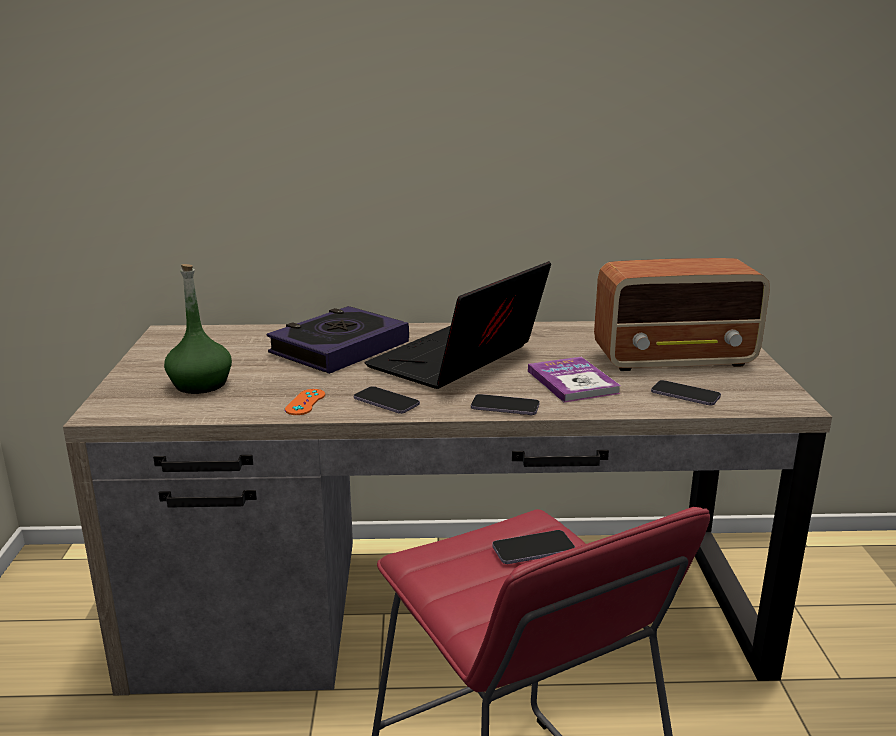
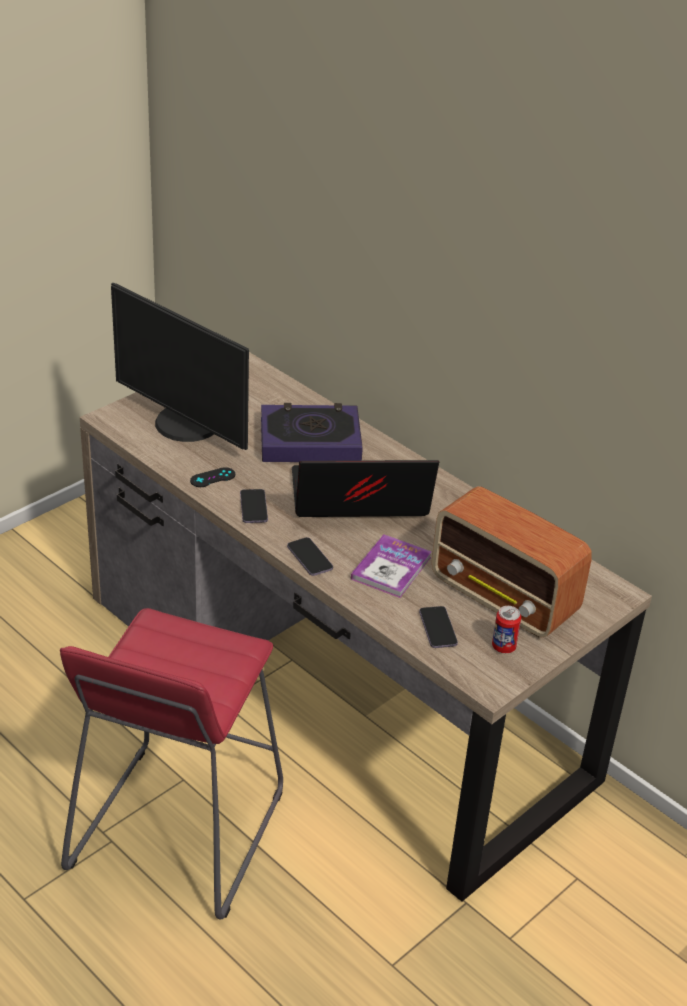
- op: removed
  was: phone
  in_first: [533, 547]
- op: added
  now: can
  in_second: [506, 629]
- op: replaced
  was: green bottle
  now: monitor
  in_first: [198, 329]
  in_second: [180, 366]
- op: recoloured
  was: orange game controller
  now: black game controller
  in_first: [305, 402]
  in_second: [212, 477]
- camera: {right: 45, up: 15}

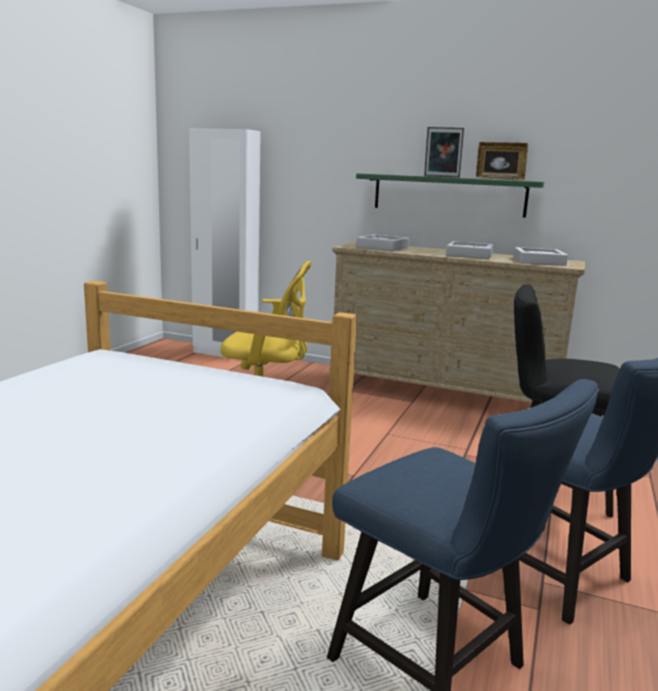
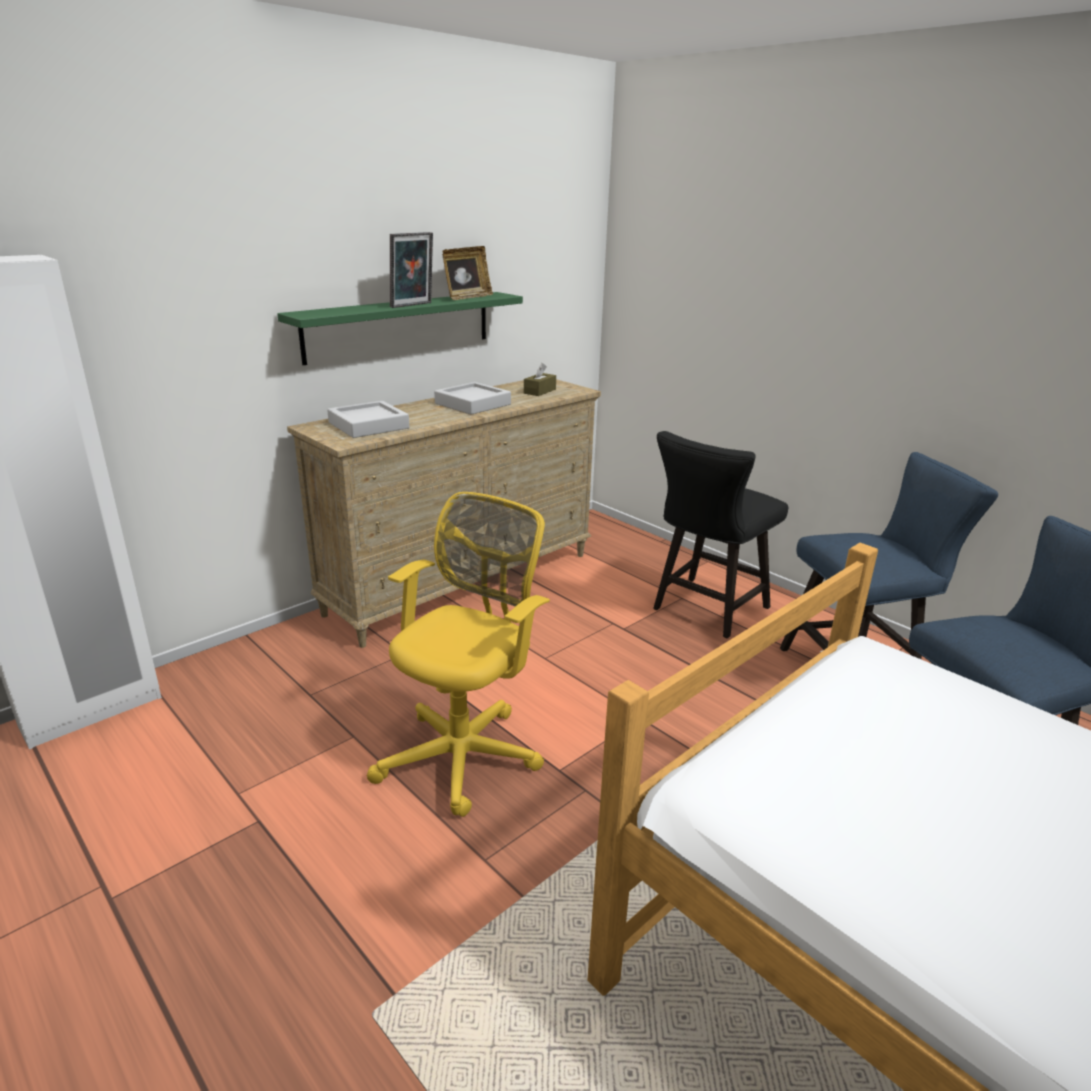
- op: replaced
  was: grey tray
  now: brown tissue box
  in_first: [541, 256]
  in_second: [540, 379]
- camera: {right: -65, up: 10}

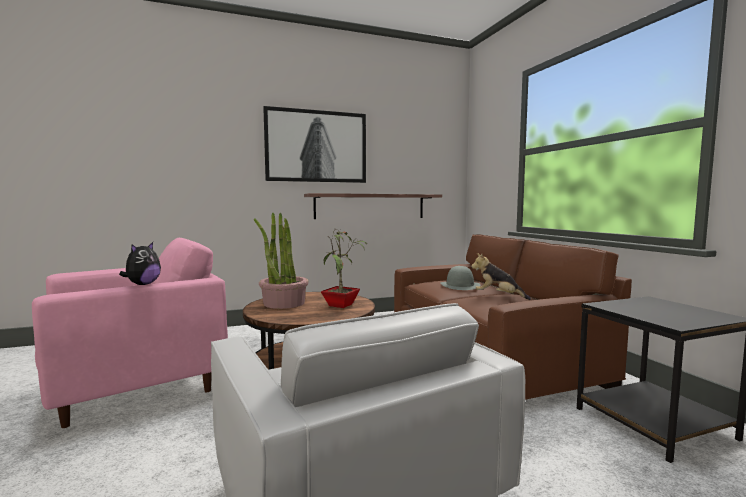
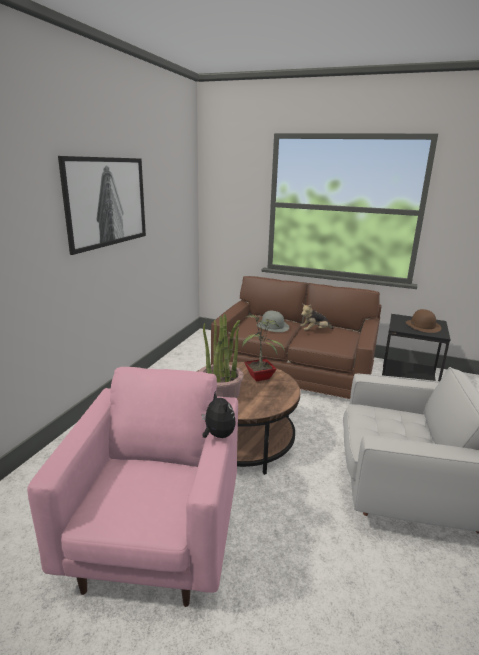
- op: removed
  was: shelf
  in_first: [373, 206]
- op: added
  now: brown hat
  in_second: [423, 321]
- camera: {right: -50, up: 15}

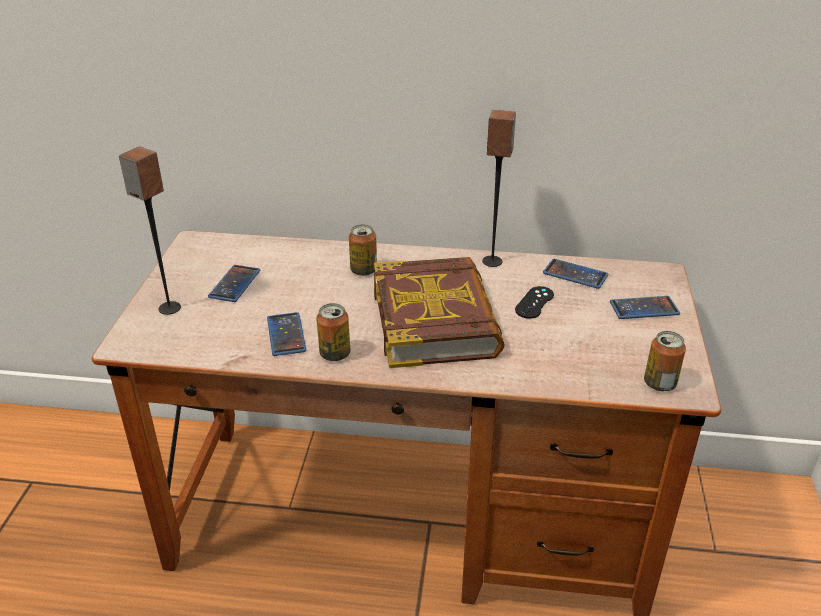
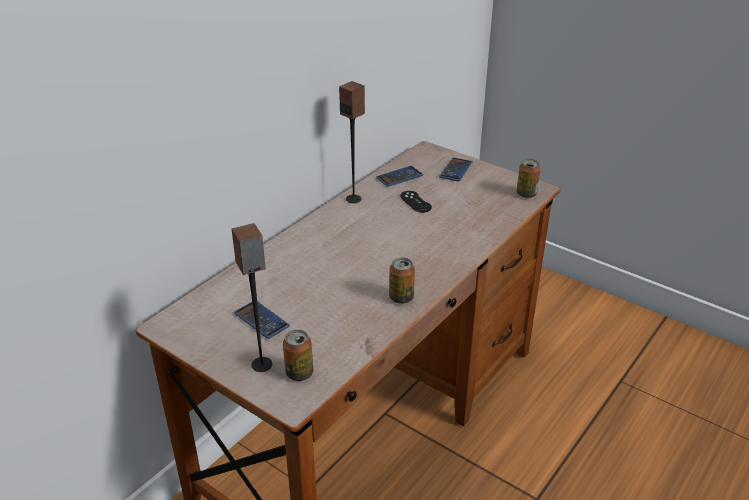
- op: removed
  was: phone
  in_first: [286, 334]
- op: removed
  was: book
  in_first: [439, 312]
- op: moved
  was: can
  in_first: [363, 250]
  in_second: [298, 355]
- camera: {right: -60, up: 0}

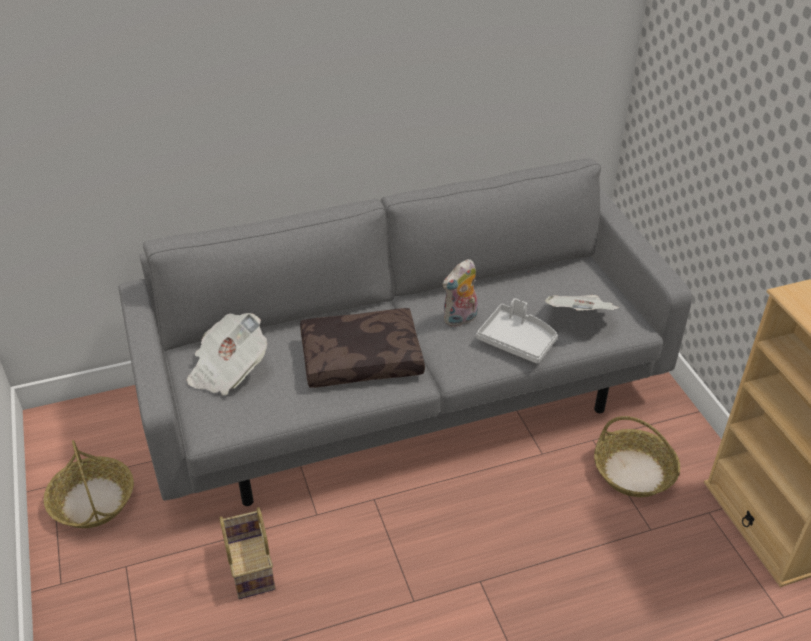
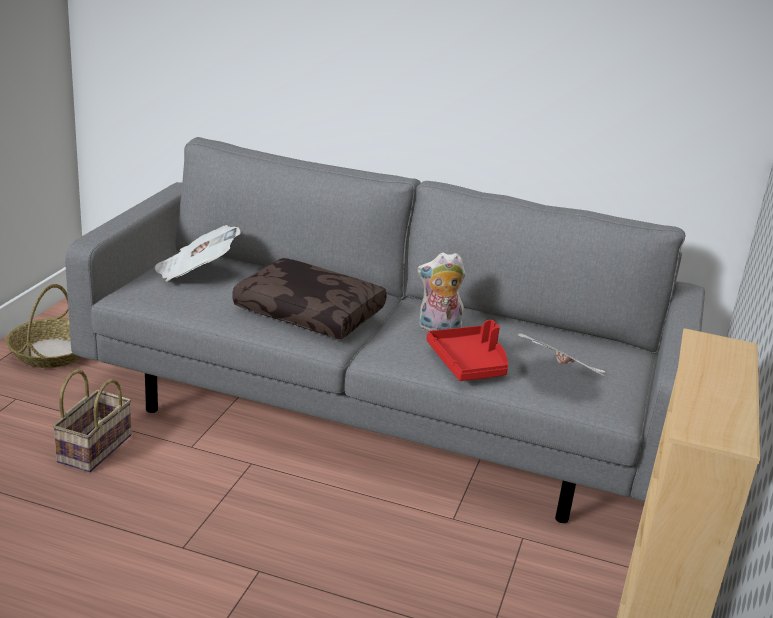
- op: removed
  was: basket
  in_first: [637, 456]
- op: recoloured
  was: grey tray
  now: red tray
  in_first: [516, 331]
  in_second: [467, 350]
- camera: {right: 35, up: -15}

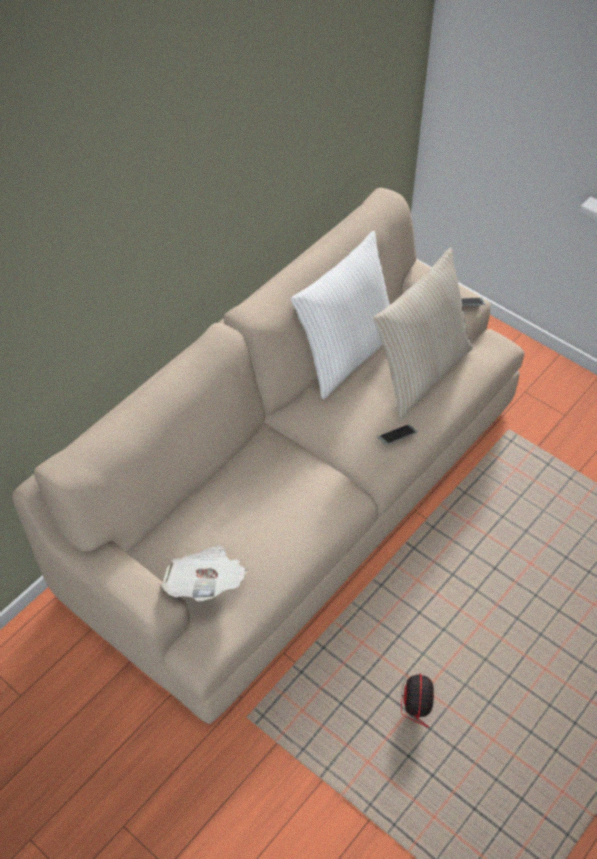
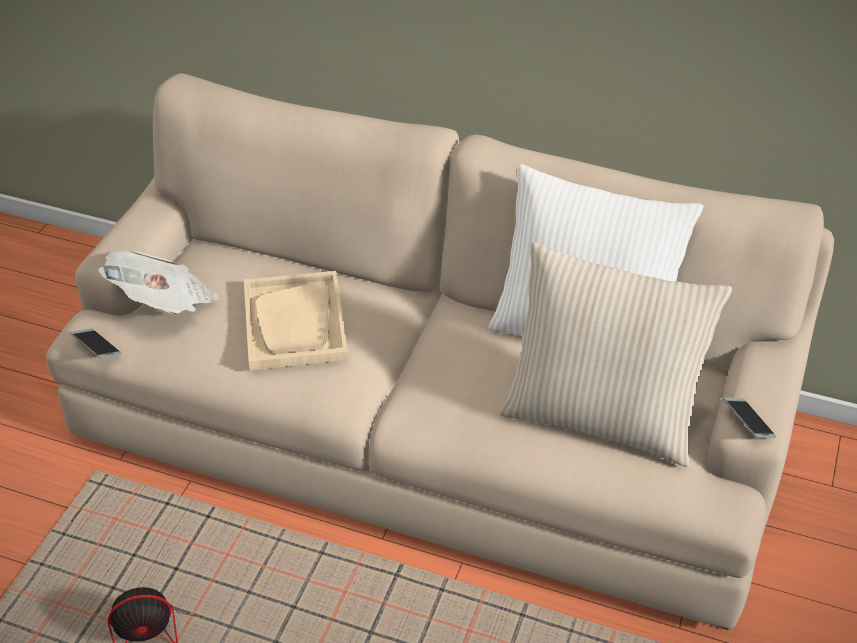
- op: added
  now: beige tray
  in_second: [296, 320]
- op: moved
  was: phone
  in_first: [397, 434]
  in_second: [95, 343]
- camera: {right: 70, up: -10}

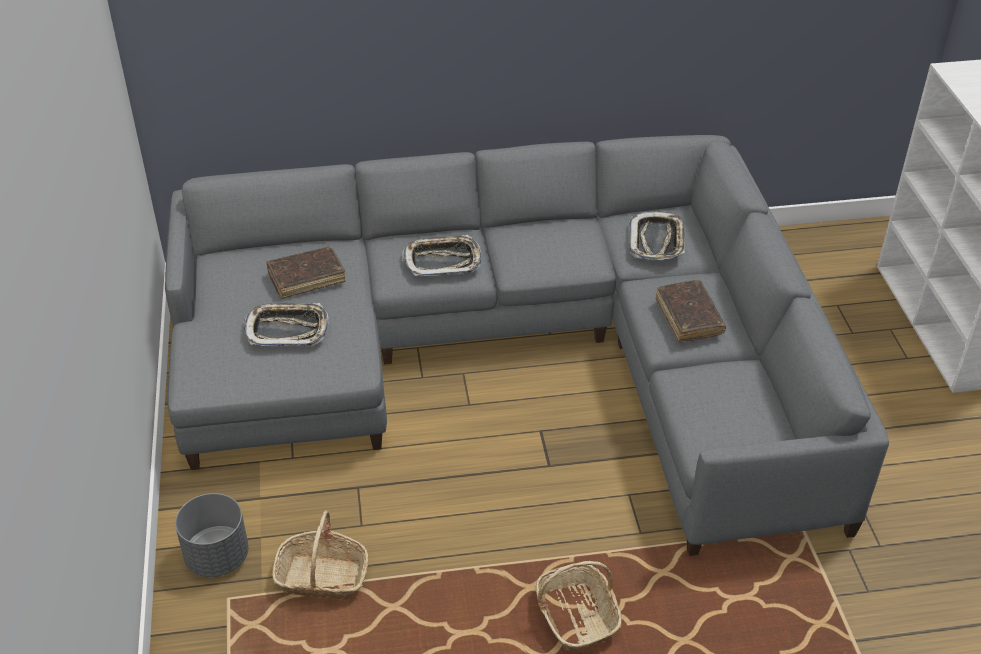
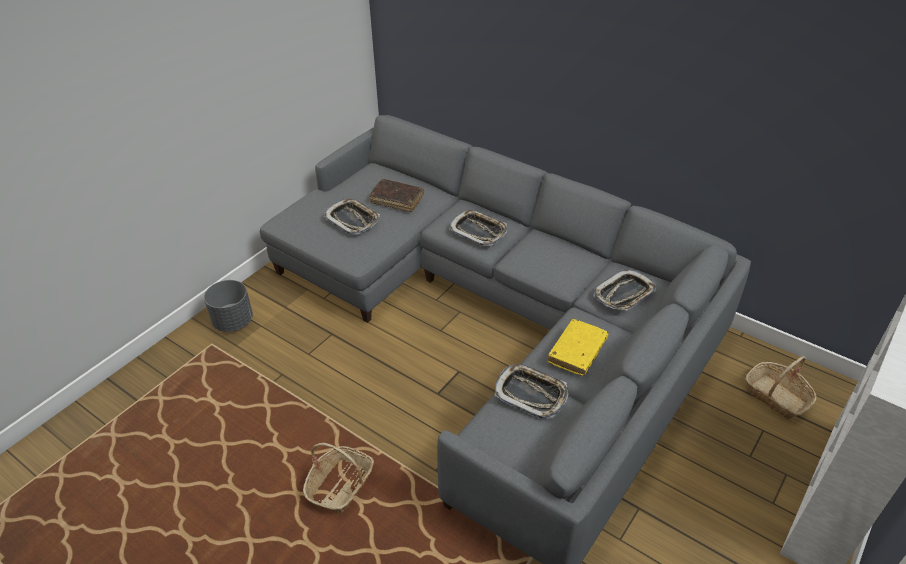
- op: added
  now: tray
  in_second: [531, 391]
- op: moved
  was: basket
  in_first: [320, 554]
  in_second: [781, 387]
- op: recoloured
  was: brown book
  now: yellow book
  in_first: [691, 311]
  in_second: [578, 347]
- camera: {right: 45, up: 0}

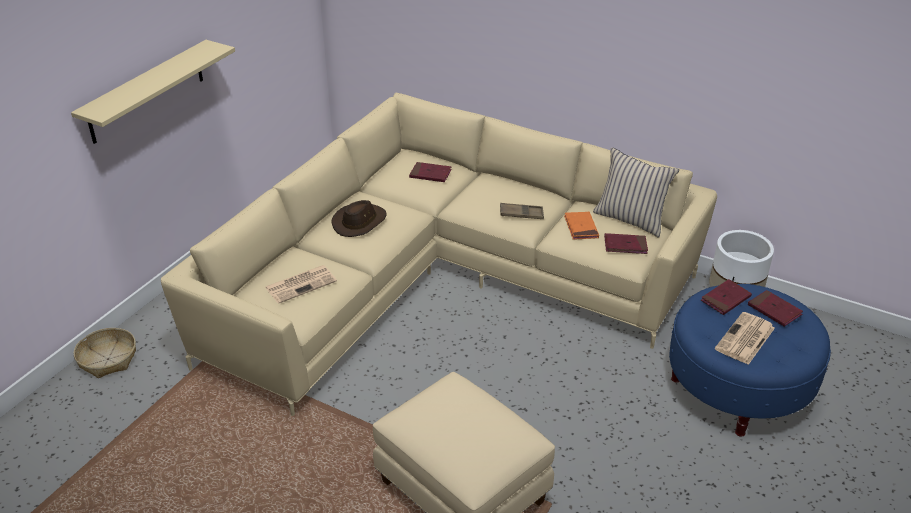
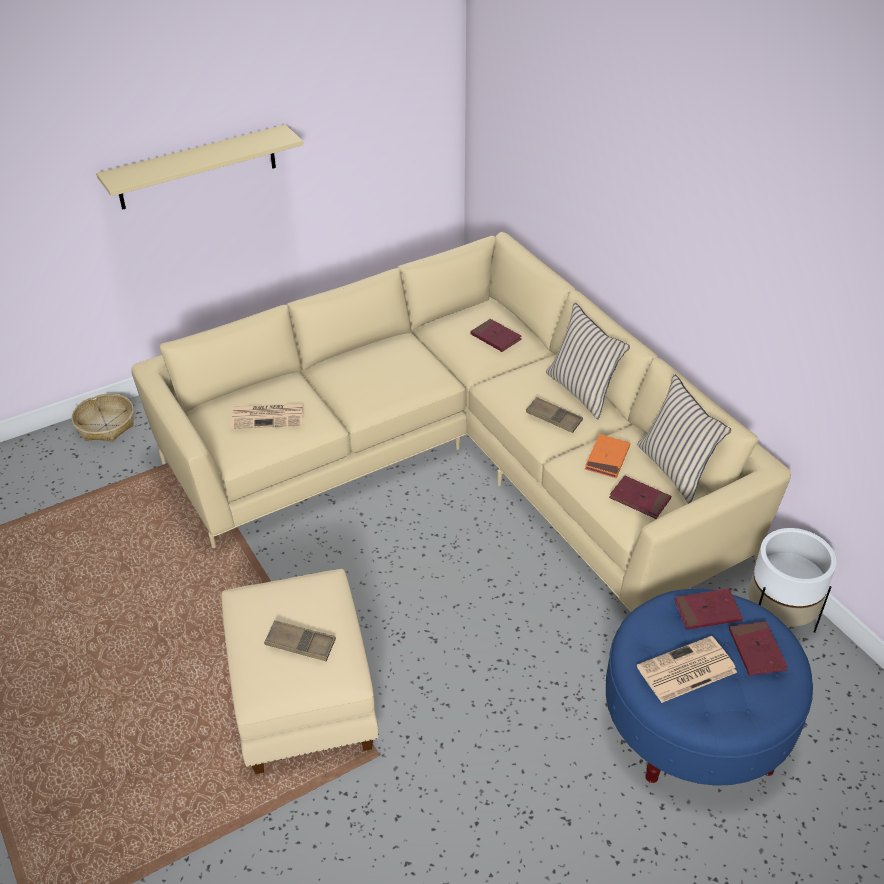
- op: removed
  was: brown hat
  in_first: [359, 218]
- op: added
  now: brown tray
  in_second: [300, 640]
- op: added
  now: beige pillow
  in_second: [588, 361]
- camera: {right: 30, up: 5}

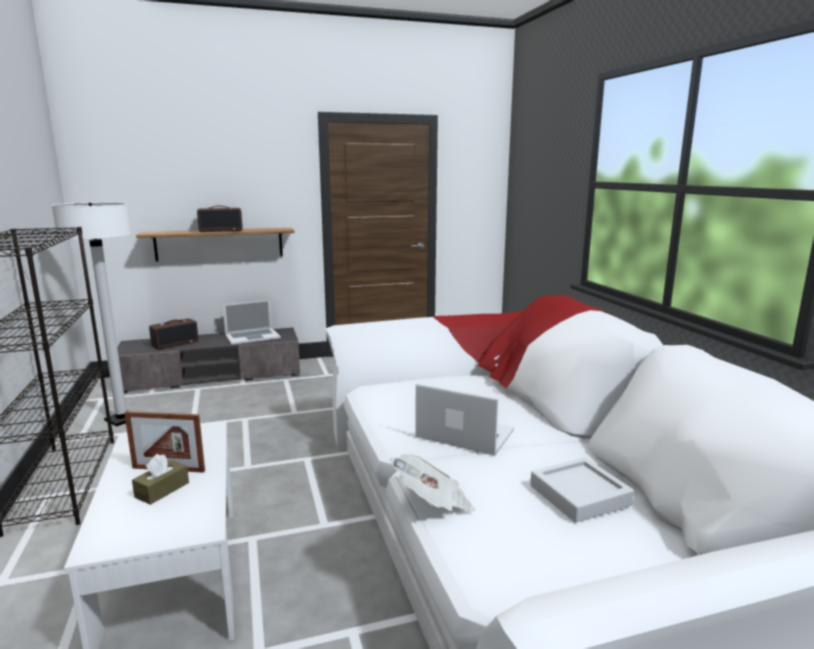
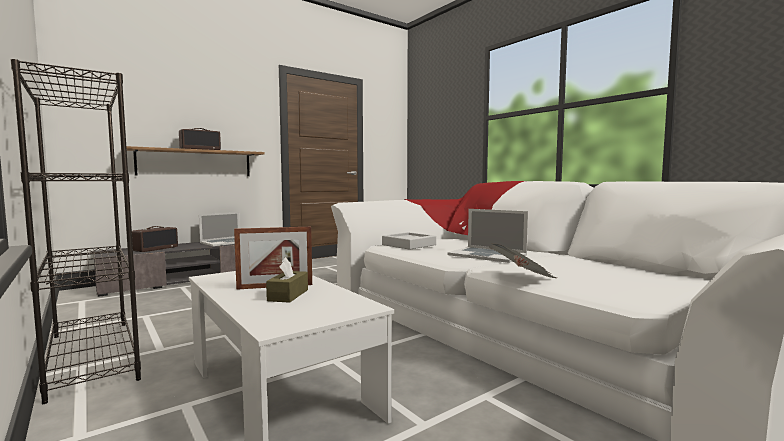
- op: removed
  was: white floor lamp
  in_first: [91, 314]
- op: moved
  was: grey tray
  in_first: [582, 490]
  in_second: [409, 241]
- op: turned
  was: laptop
  in_first: [464, 419]
  in_second: [487, 236]
  clockwise: -150
- camera: {right: -20, up: -10}

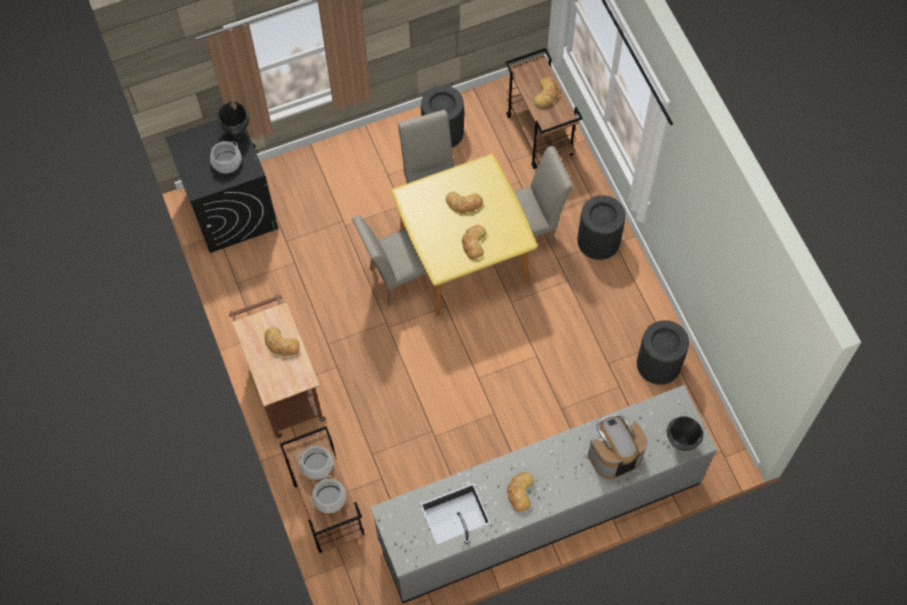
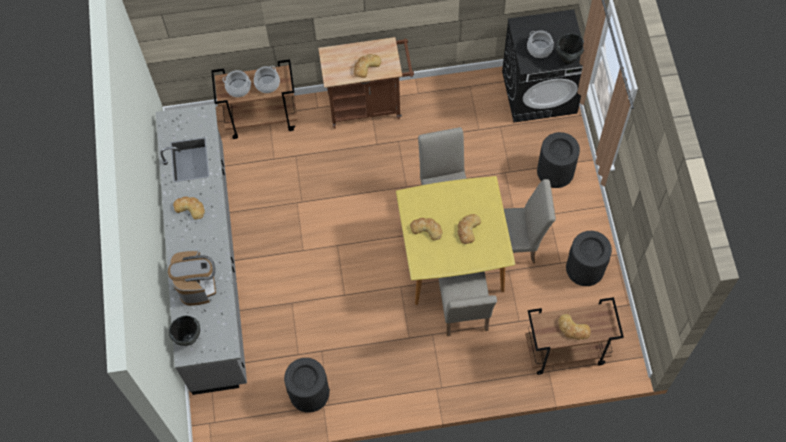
- op: moved
  was: black trash can
  in_first: [601, 227]
  in_second: [558, 160]
- camera: {right: 105, up: 0}

